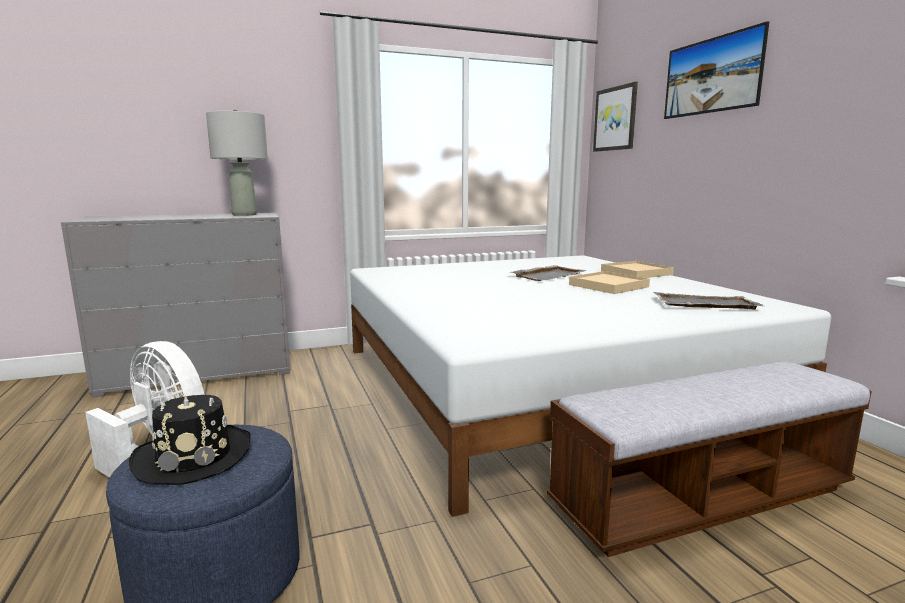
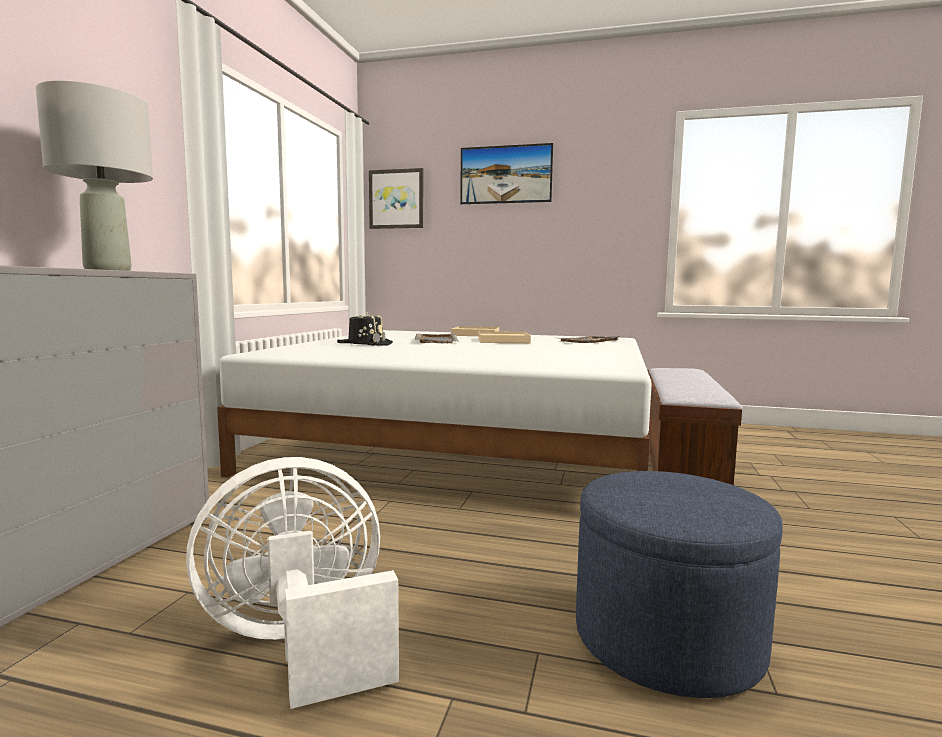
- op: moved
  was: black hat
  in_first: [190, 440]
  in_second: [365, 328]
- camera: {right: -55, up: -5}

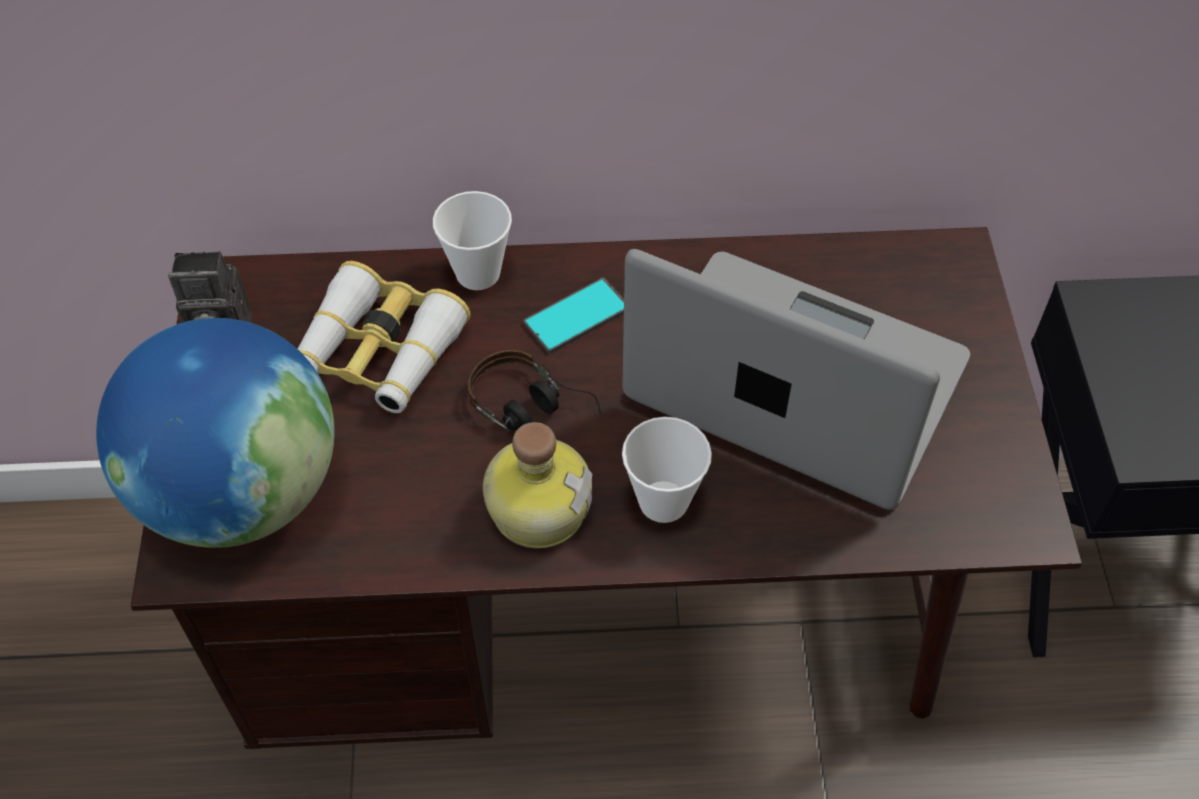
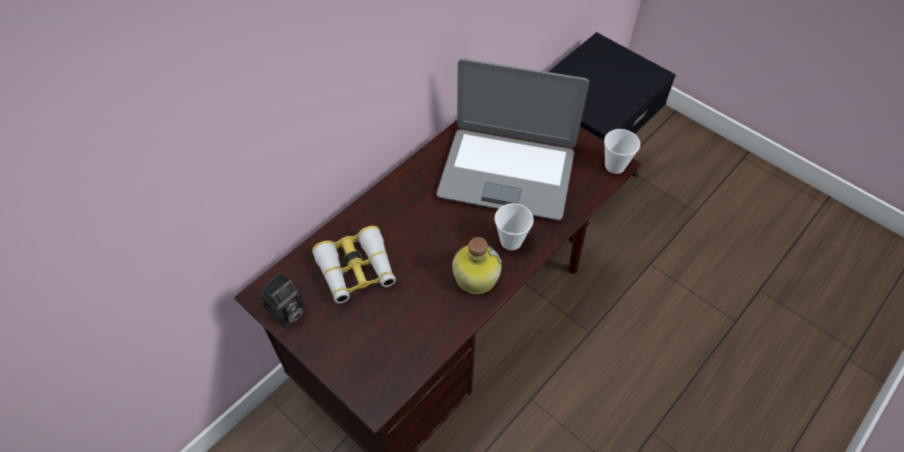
- op: removed
  was: globe
  in_first: [215, 433]
- op: removed
  was: headphones
  in_first: [534, 391]
- op: removed
  was: phone
  in_first: [574, 316]
- op: moved
  was: cup
  in_first: [472, 240]
  in_second: [622, 151]
- op: turned
  was: laptop
  in_first: [796, 379]
  in_second: [513, 139]
  clockwise: -150
- camera: {right: -45, up: 0}

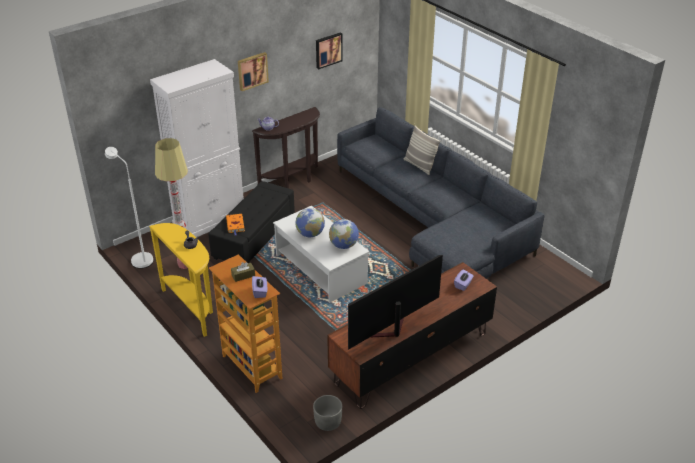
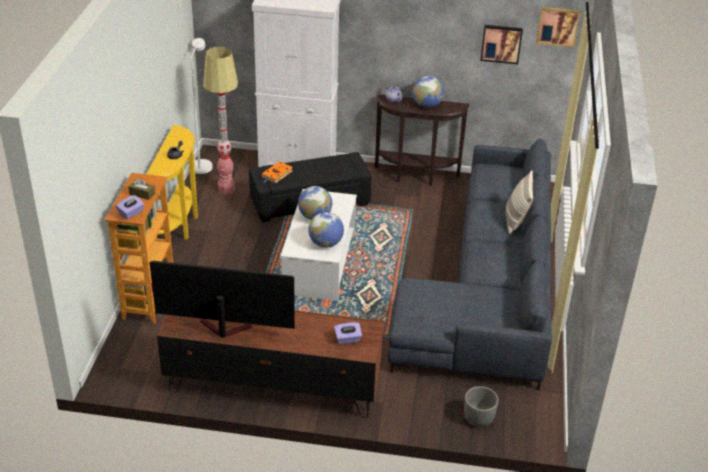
- op: added
  now: globe
  in_second: [428, 92]
- op: moved
  was: picture
  in_first: [253, 71]
  in_second: [558, 27]
- op: moved
  was: grey planter
  in_first: [327, 413]
  in_second: [481, 406]
- camera: {right: 45, up: 0}

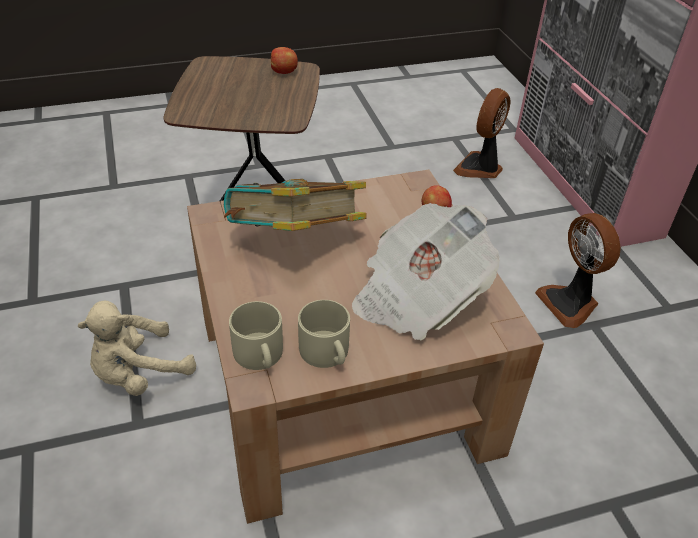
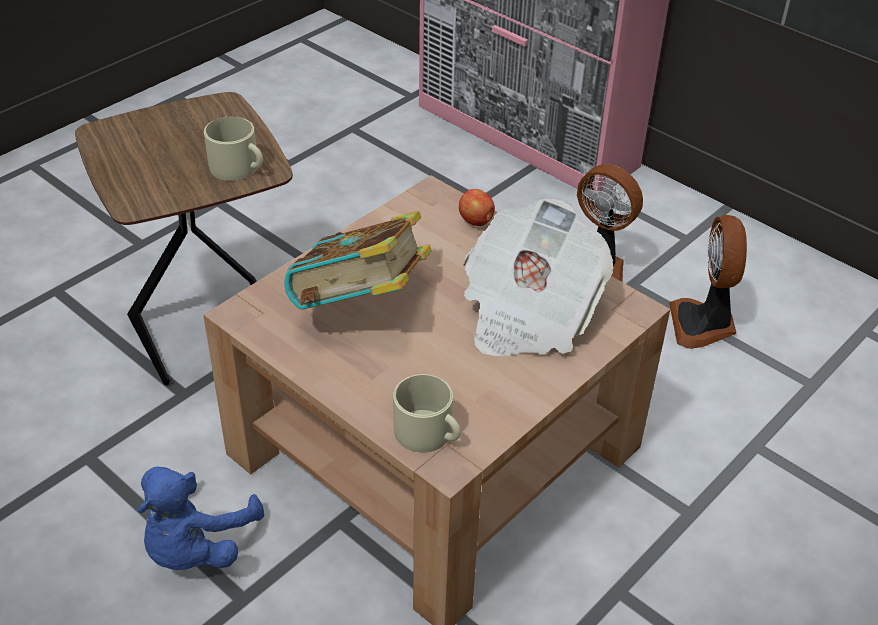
- op: removed
  was: apple
  in_first: [284, 60]
- op: moved
  was: beige mug
  in_first: [324, 334]
  in_second: [233, 149]
- op: moved
  was: fan
  in_first: [481, 133]
  in_second: [708, 282]
- op: recoloured
  was: beige plush toy
  now: blue plush toy
  in_first: [137, 348]
  in_second: [201, 518]
- camera: {right: -30, up: 0}

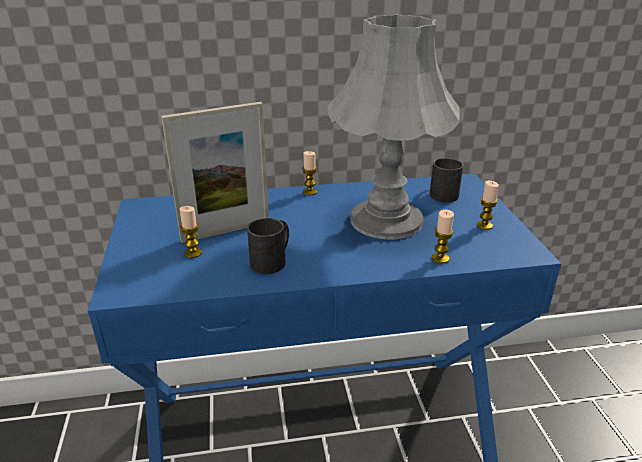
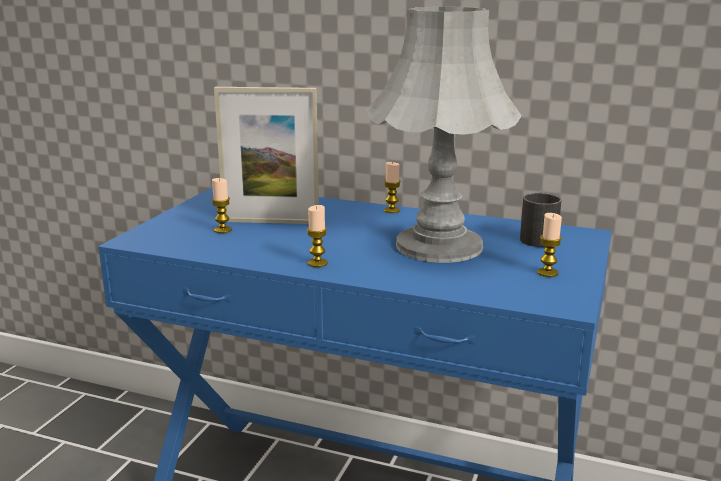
- op: removed
  was: black mug
  in_first: [268, 246]
- op: moved
  was: candle
  in_first: [443, 237]
  in_second: [317, 236]
- camera: {right: 30, up: -10}

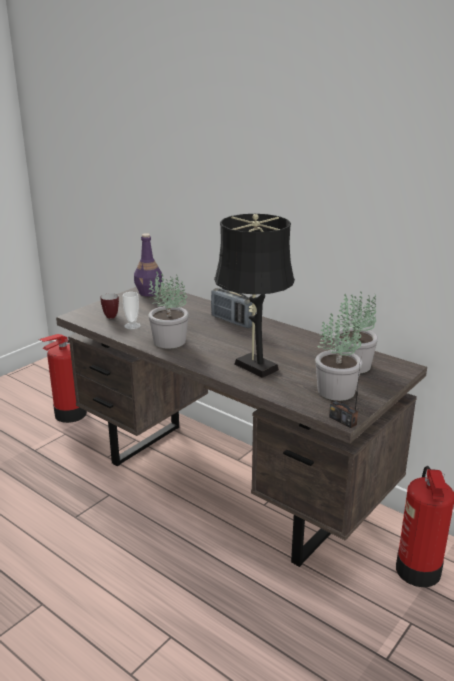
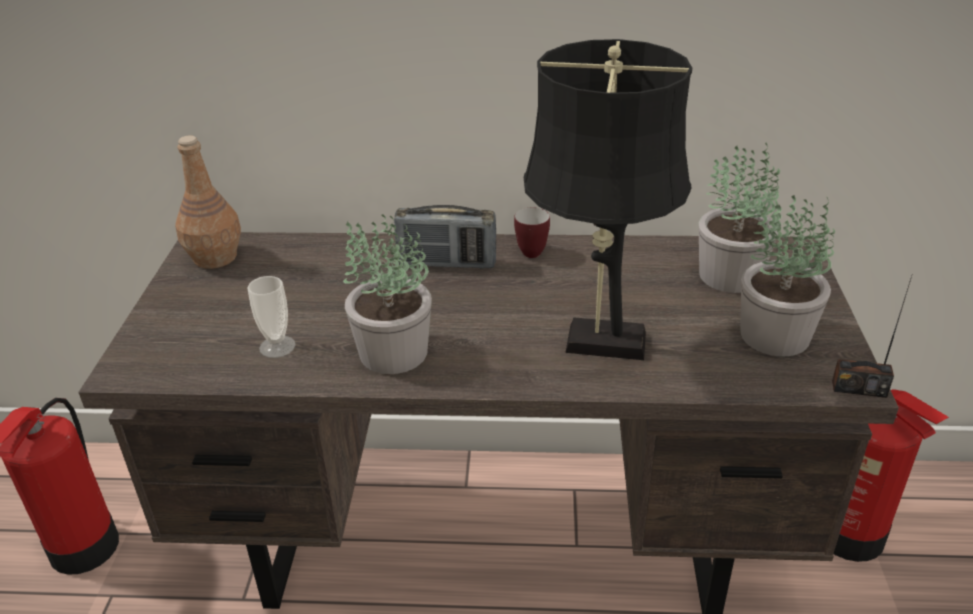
- op: moved
  was: mug
  in_first: [109, 306]
  in_second: [532, 232]
- op: recoloured
  was: purple bottle
  now: brown bottle
  in_first: [148, 265]
  in_second: [208, 202]
- camera: {right: -35, up: 10}

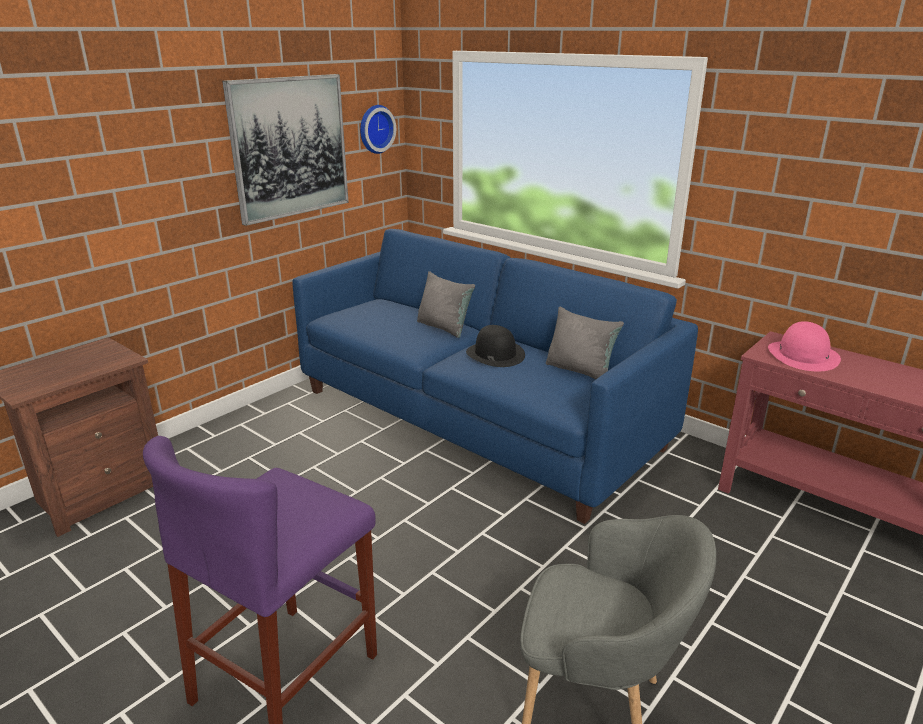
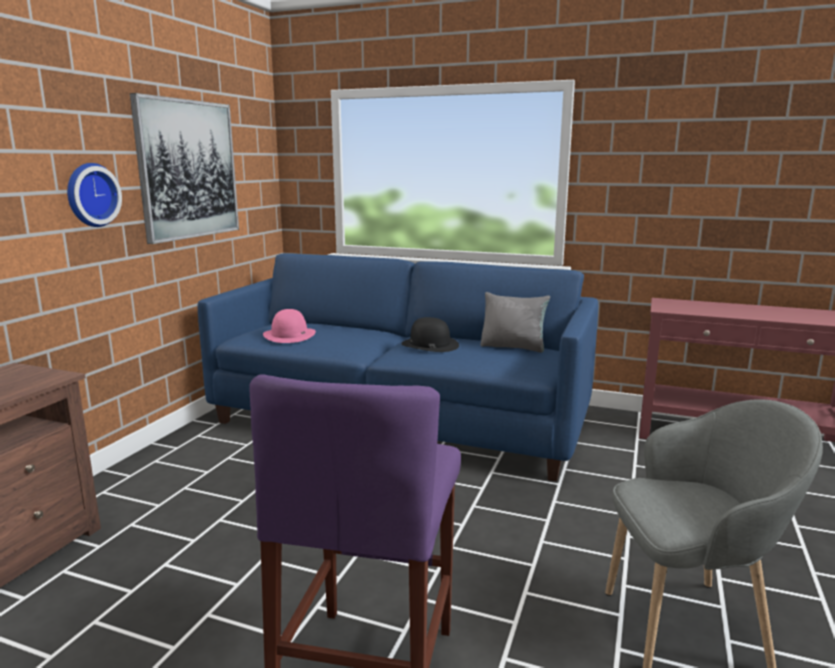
- op: removed
  was: grey pillow
  in_first: [446, 304]
- op: moved
  was: wall clock
  in_first: [378, 129]
  in_second: [94, 195]
- op: moved
  was: pink hat
  in_first: [804, 346]
  in_second: [289, 326]
- camera: {right: -20, up: -10}

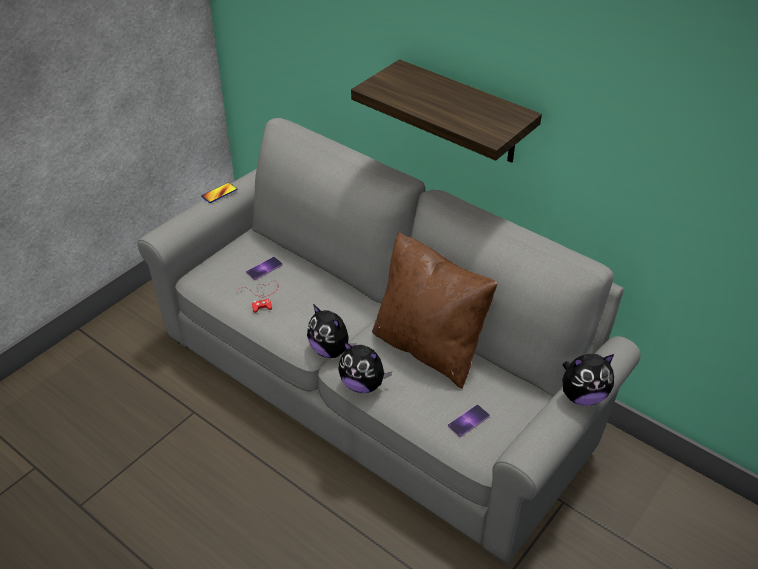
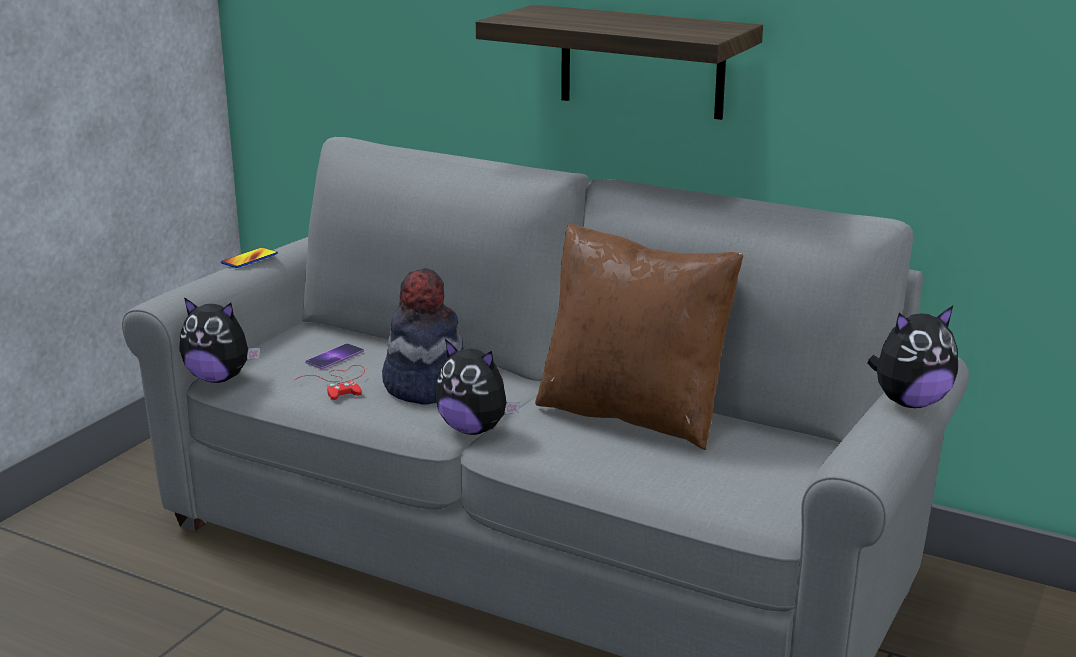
- op: removed
  was: phone
  in_first: [469, 421]
- op: added
  now: hat
  in_second: [423, 336]
- op: moved
  was: plush toy
  in_first: [365, 367]
  in_second: [219, 340]
- camera: {right: -10, up: -20}

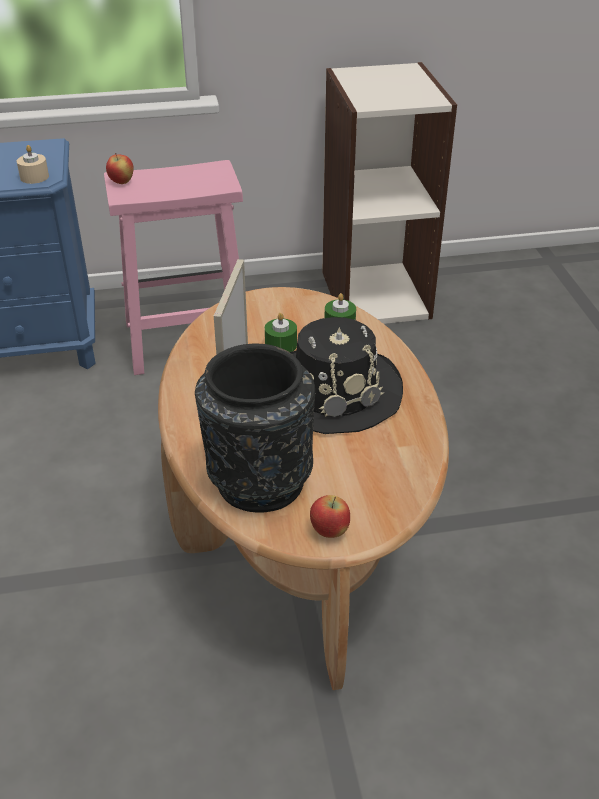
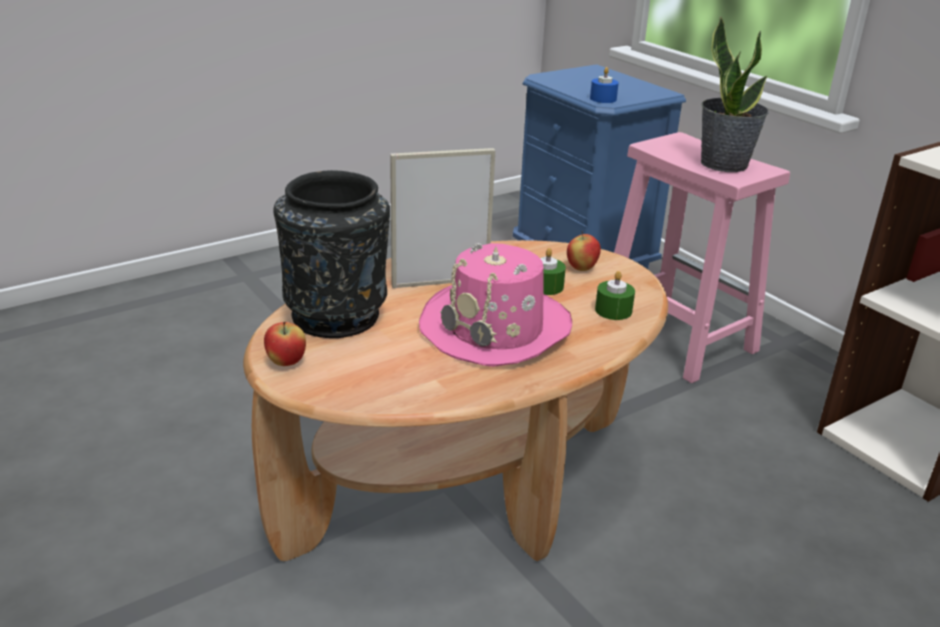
- op: added
  now: potted plant
  in_second: [735, 94]
- op: moved
  was: apple
  in_first: [119, 168]
  in_second: [584, 251]
- op: recoloured
  was: beige candle
  now: blue candle
  in_first: [33, 164]
  in_second: [604, 85]
- op: recoloured
  was: black hat
  now: pink hat
  in_first: [346, 375]
  in_second: [495, 305]
- camera: {right: 65, up: -10}

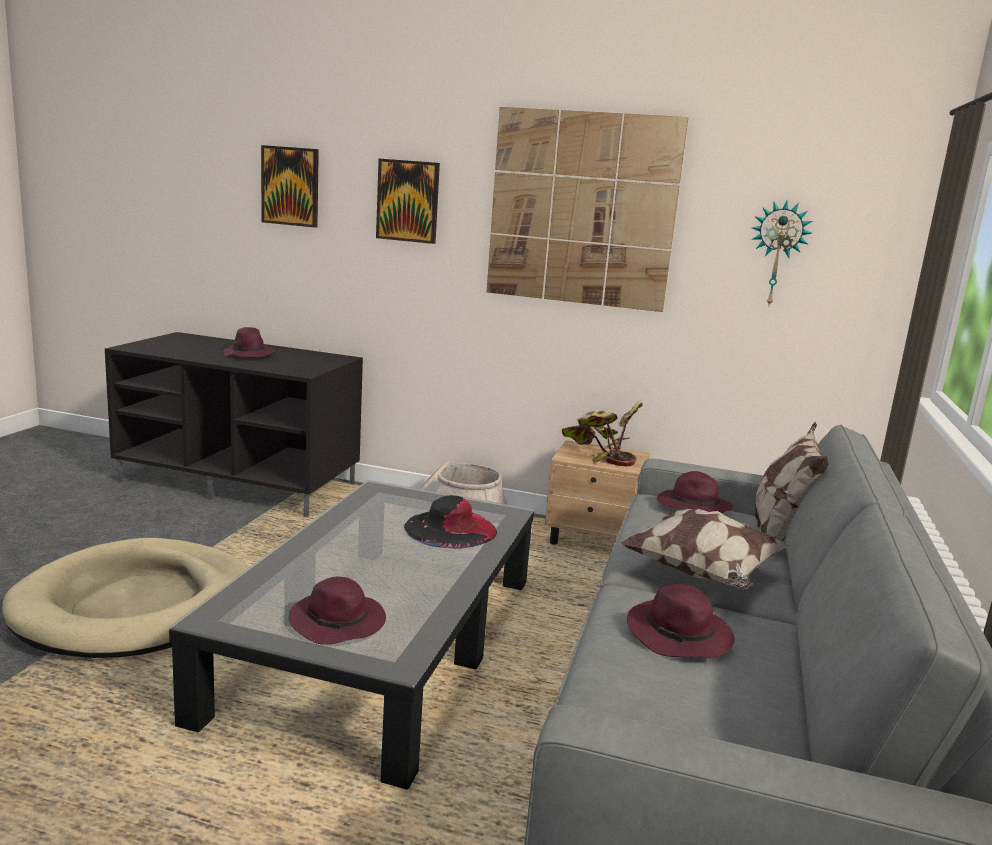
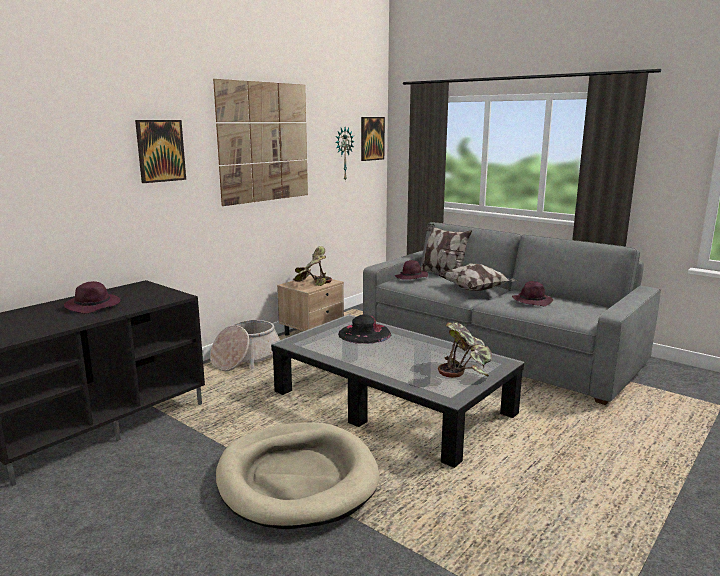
- op: moved
  was: picture
  in_first: [290, 186]
  in_second: [373, 139]
- op: replaced
  was: purple hat
  now: potted plant
  in_first: [337, 611]
  in_second: [465, 350]
- camera: {right: -65, up: 0}

